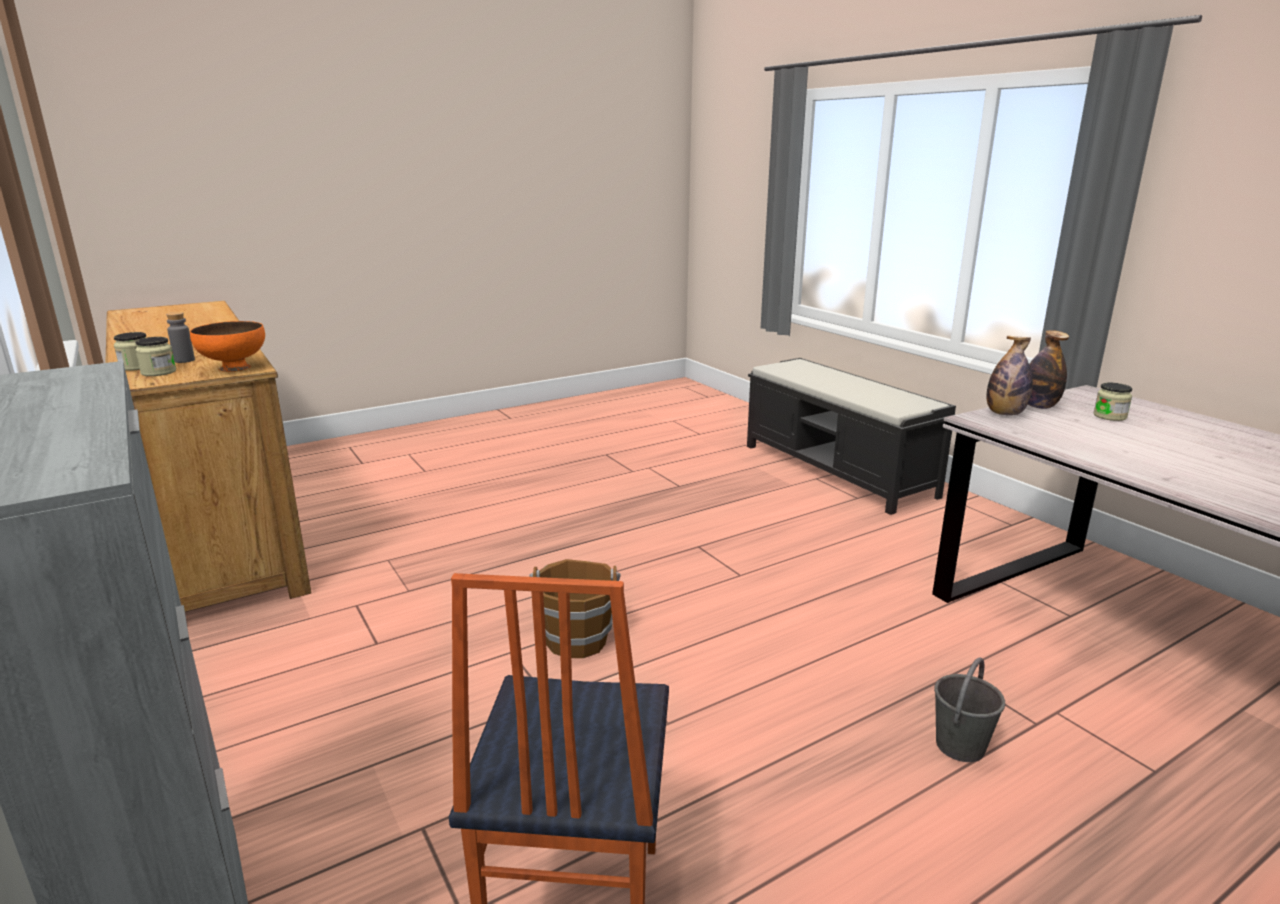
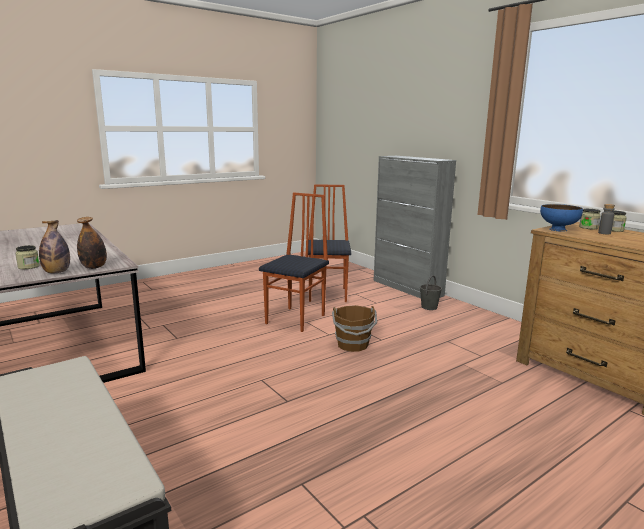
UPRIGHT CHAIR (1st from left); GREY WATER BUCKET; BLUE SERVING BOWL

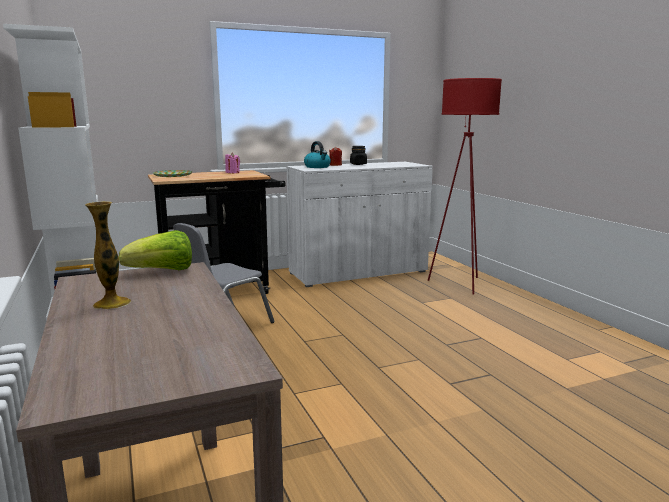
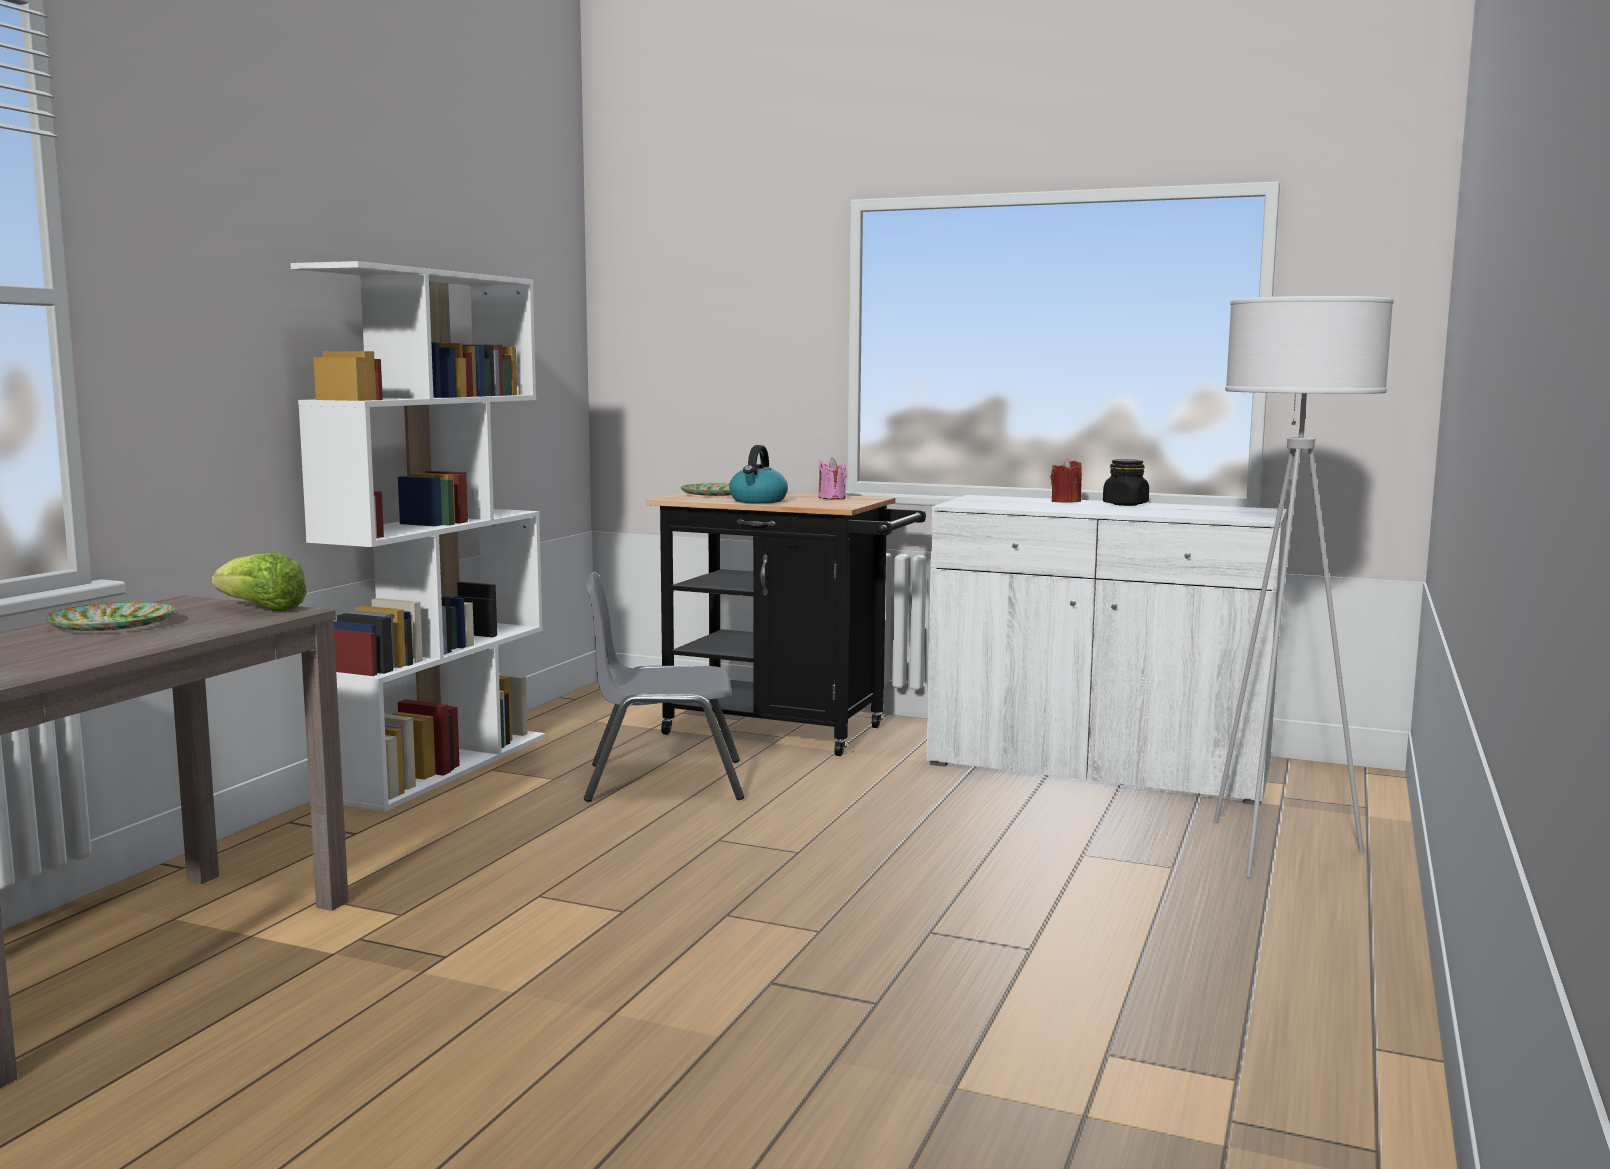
TEA KETTLE; FLAT DISH (1st from left); WHITE-COLOURED STANDARD LAMP

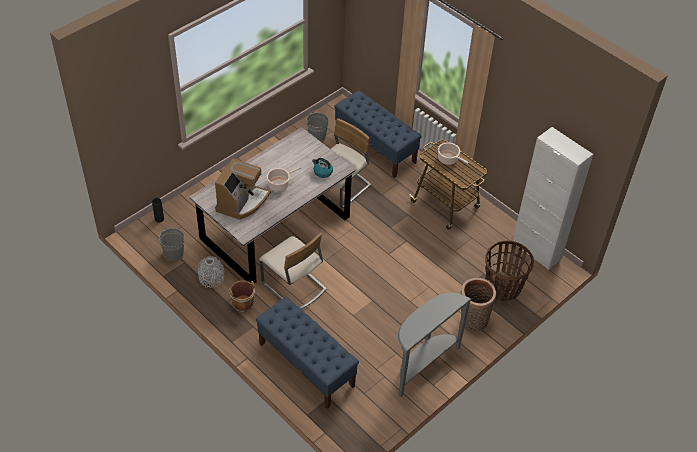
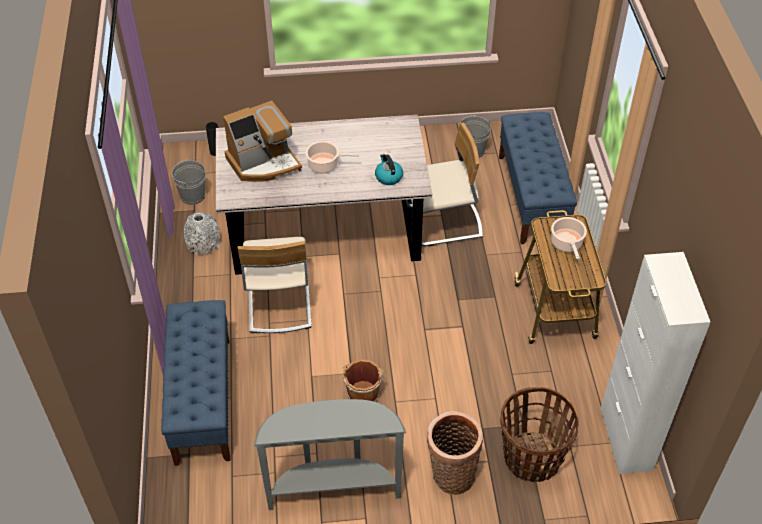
BROWN WATER BUCKET

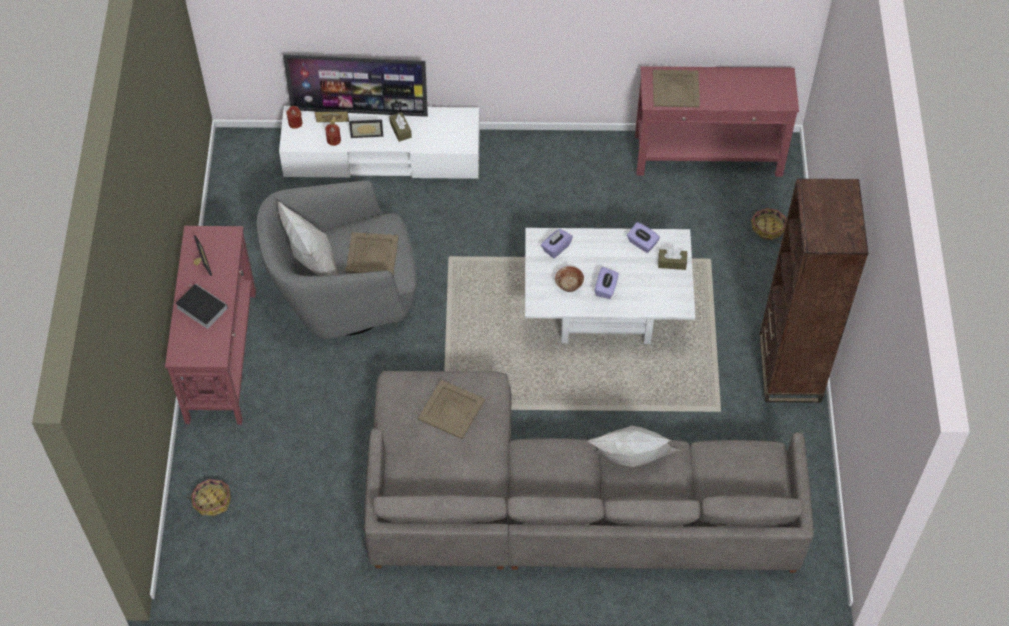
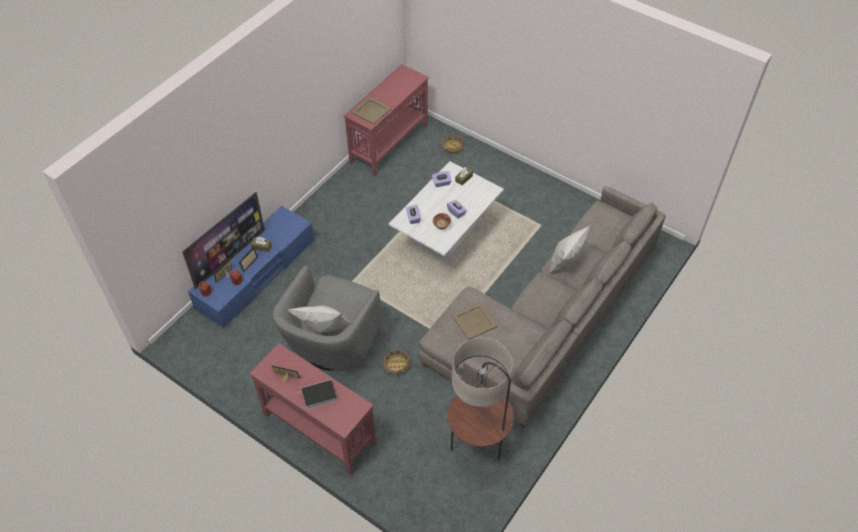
SAND-COLOURED TRAY (1st from left in the first image); BROWN SHELVING UNIT; STANDARD LAMP; STORAGE BASKET (1st from left); BLUE MEDIA CONSOLE

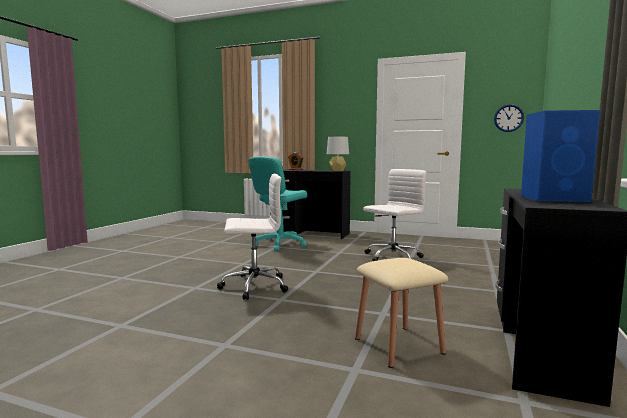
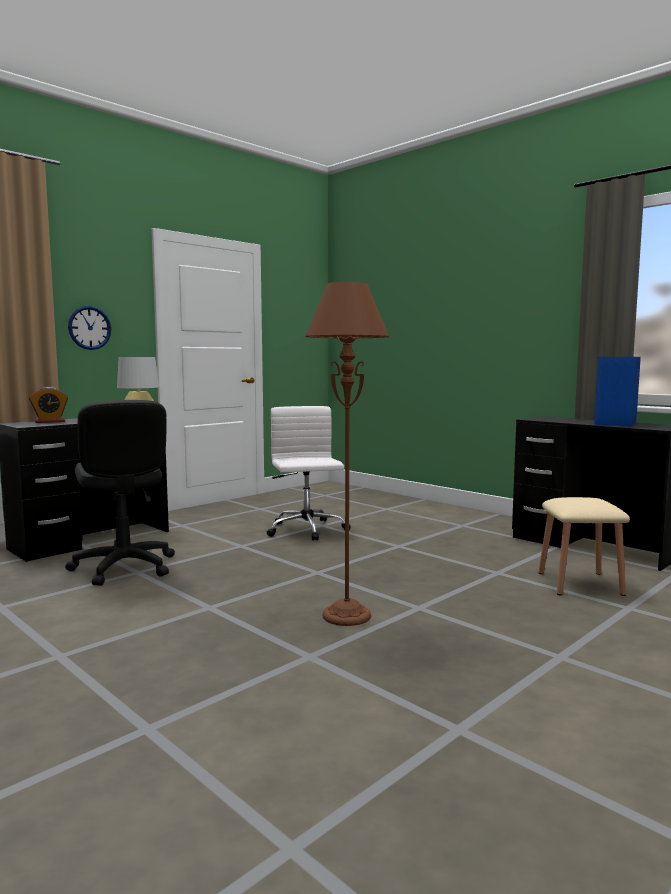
HANGING CLOCK; BROWN STANDARD LAMP; BLACKISH DESK CHAIR

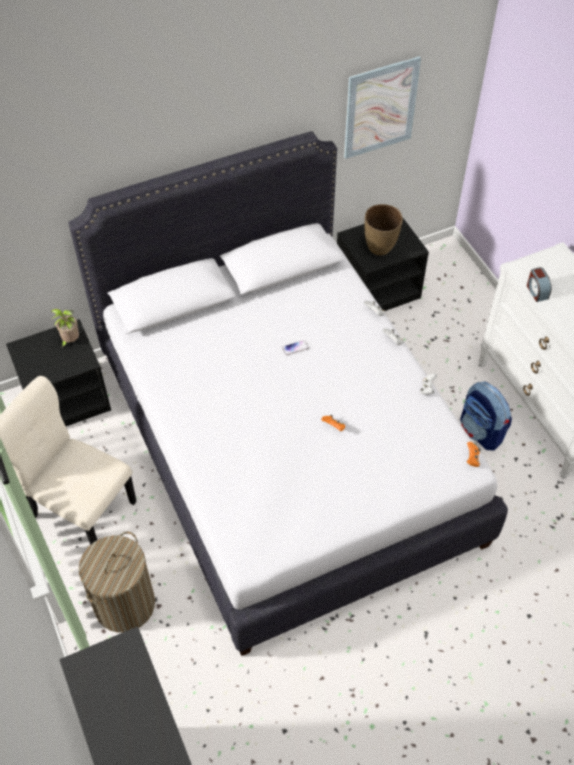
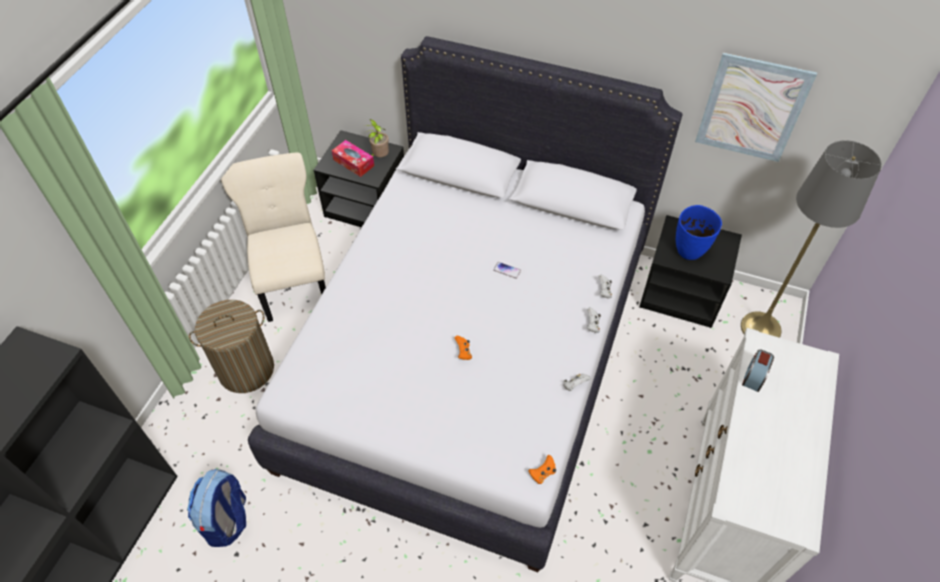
TISSUE HOLDER; GREY STANDARD LAMP; BACKPACK; BLUE DECORATIVE VASE

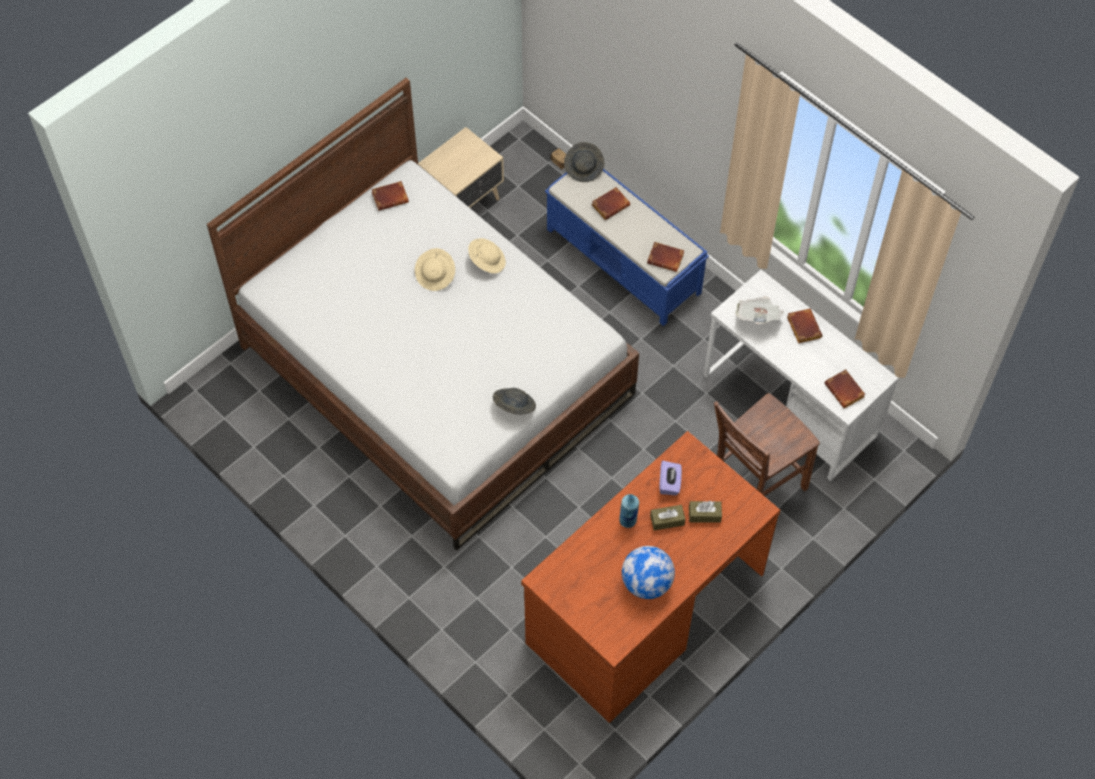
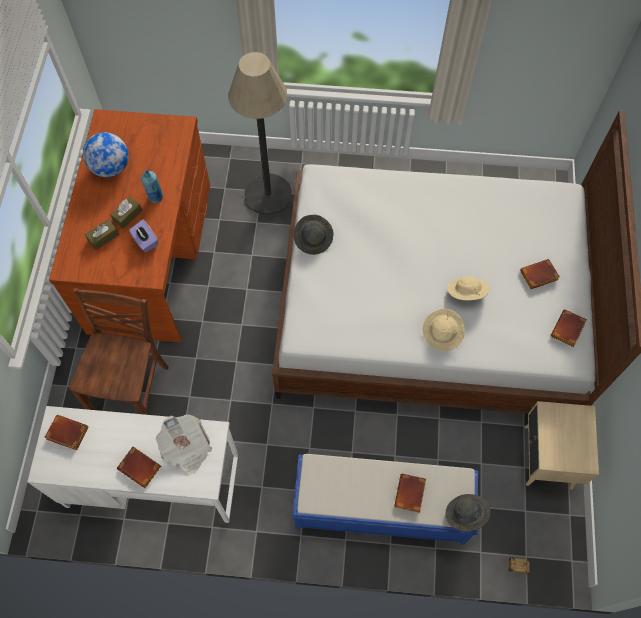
STANDARD LAMP; BROWN VOLUME (4th from left)

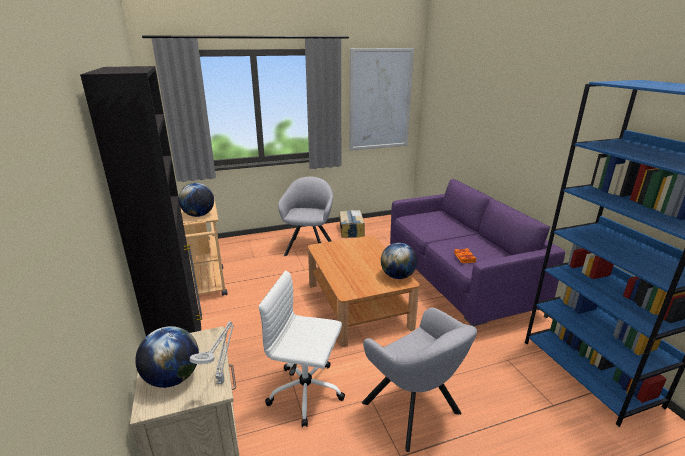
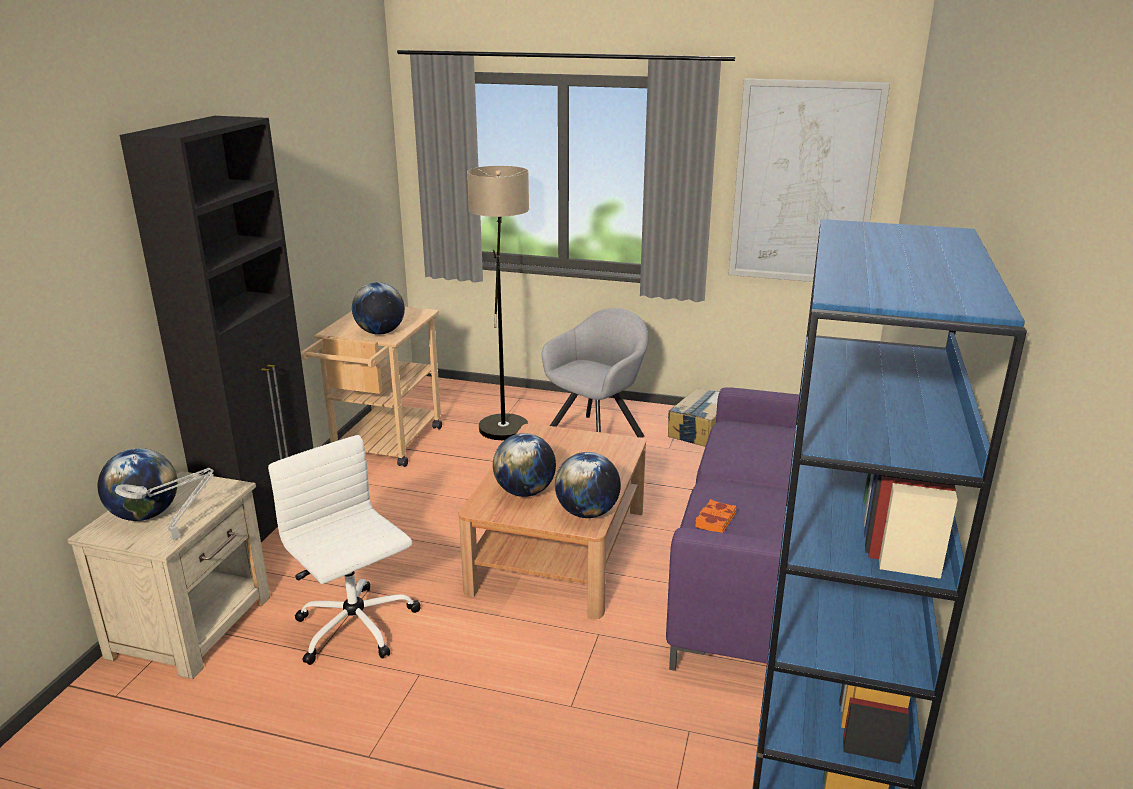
GREY ARMCHAIR (2nd from left in the first image); STANDARD LAMP; DESK GLOBE (3rd from left)

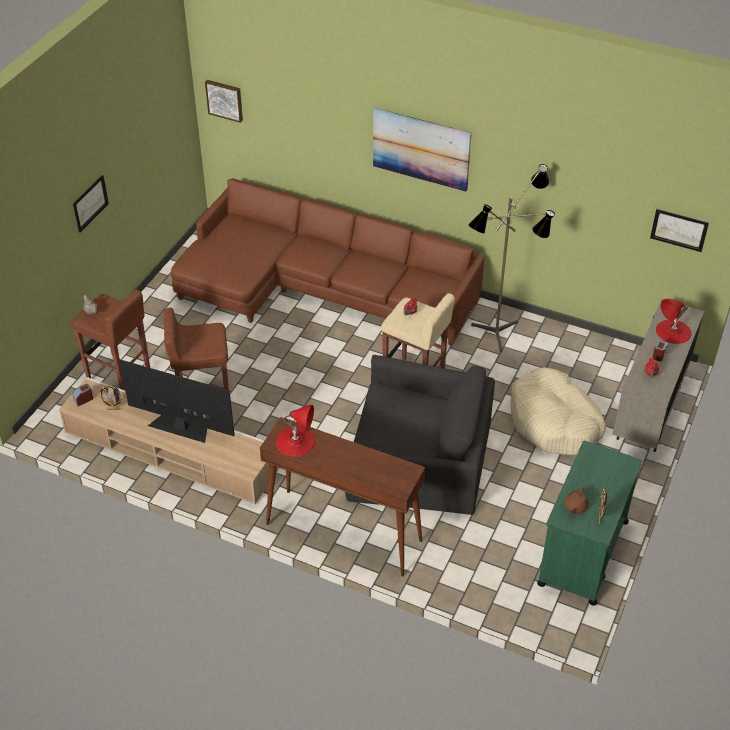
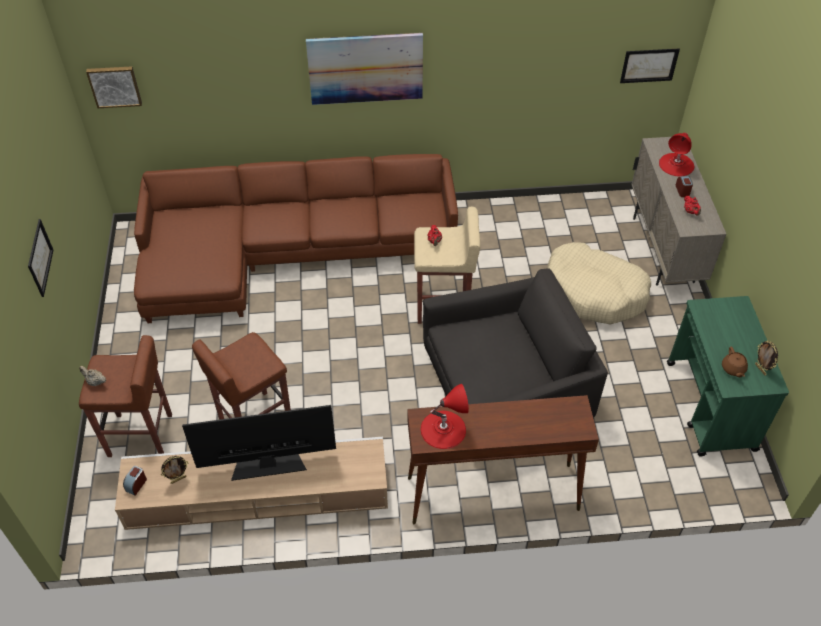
STANDARD LAMP

